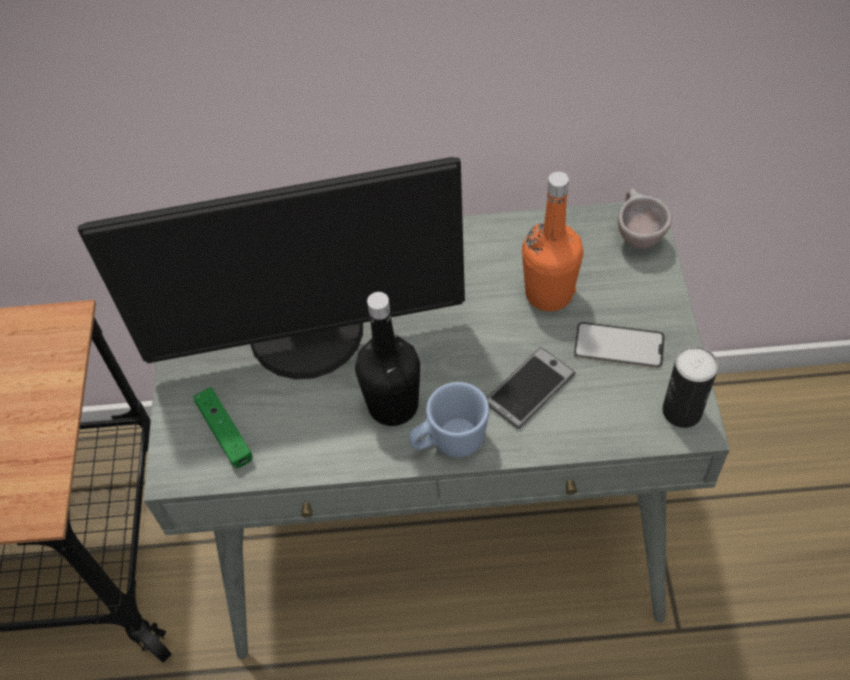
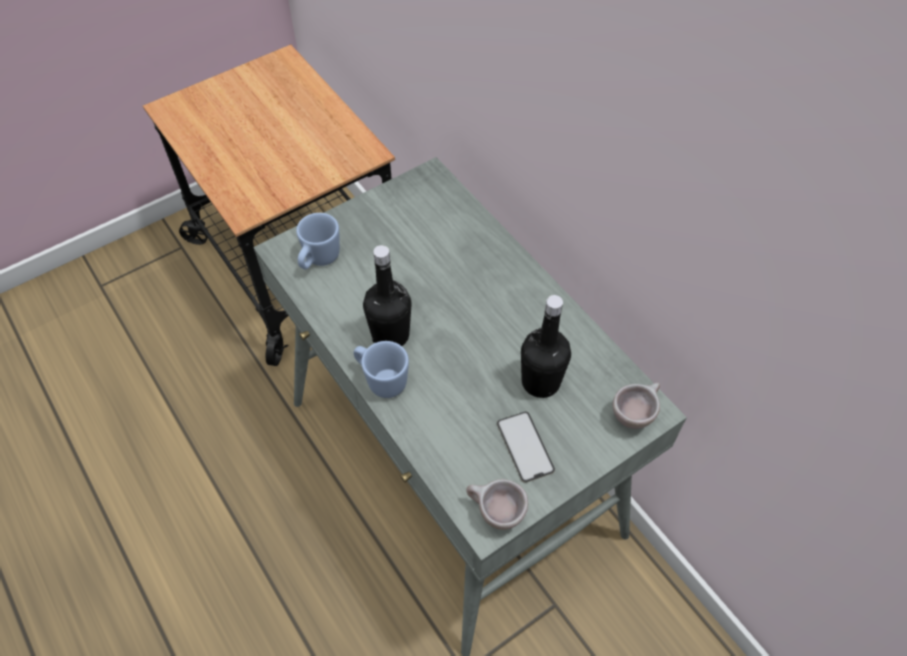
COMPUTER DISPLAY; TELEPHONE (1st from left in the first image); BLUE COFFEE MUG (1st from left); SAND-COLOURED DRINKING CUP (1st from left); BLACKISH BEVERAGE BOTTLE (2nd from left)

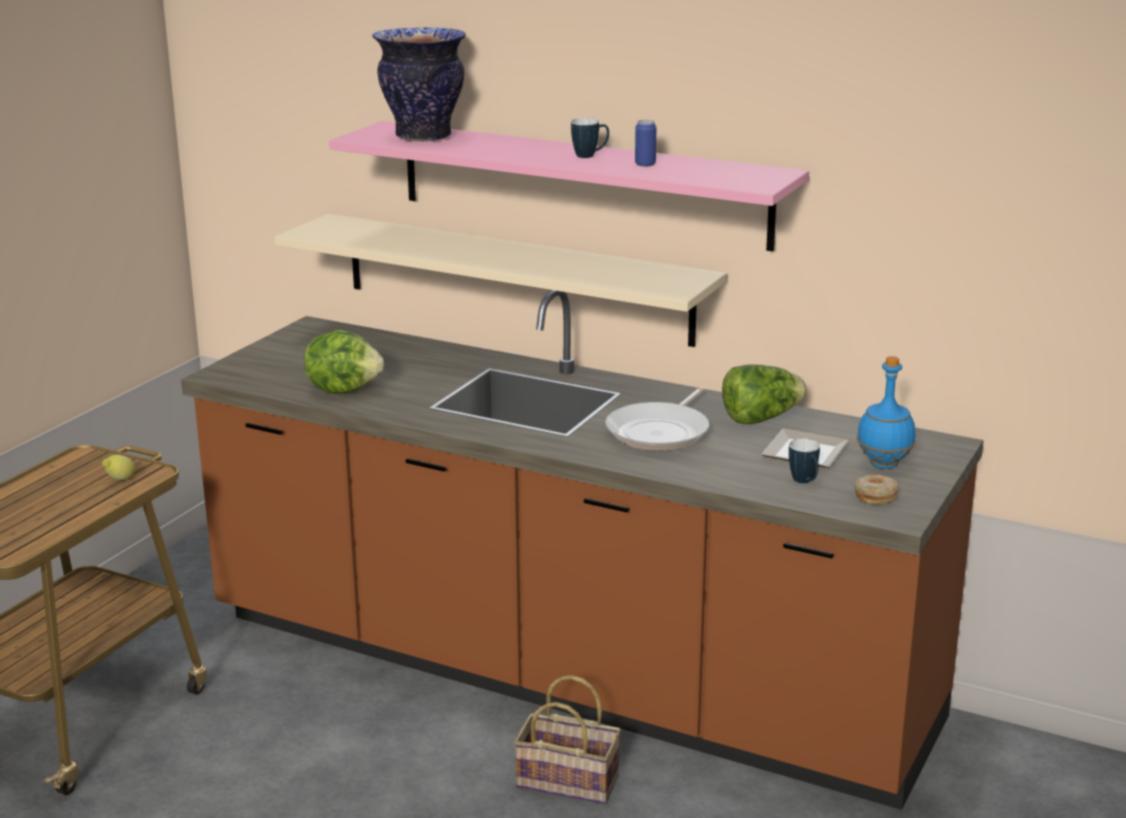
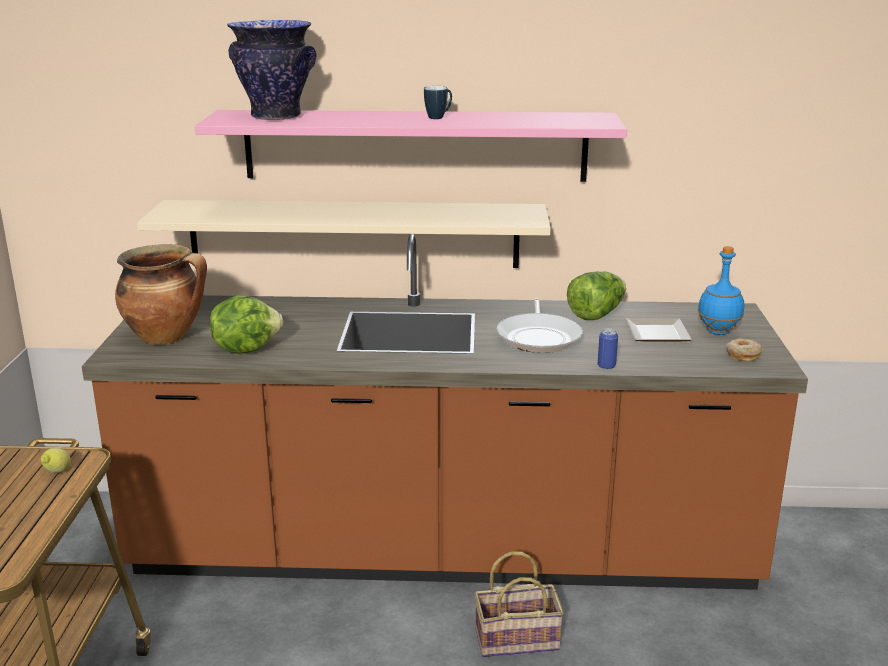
COFFEE MUG (2nd from left in the first image); STOCKPOT; SEALED CAN

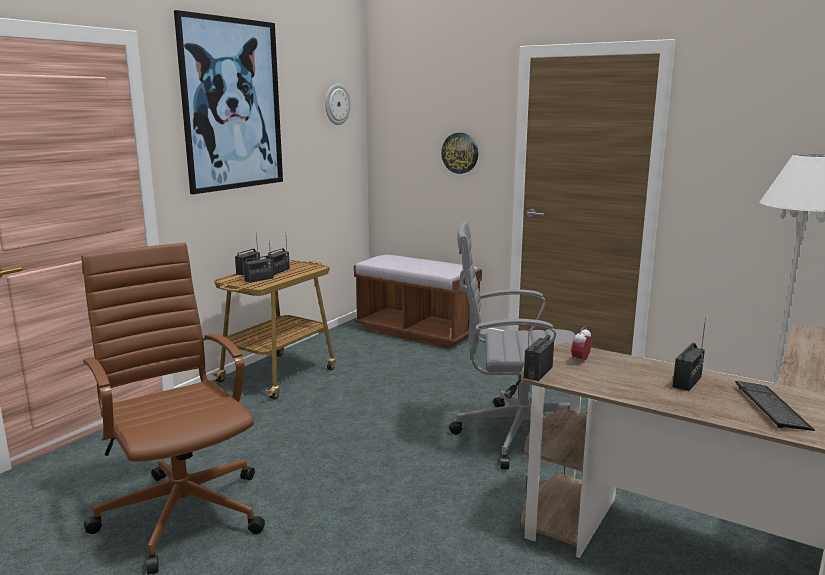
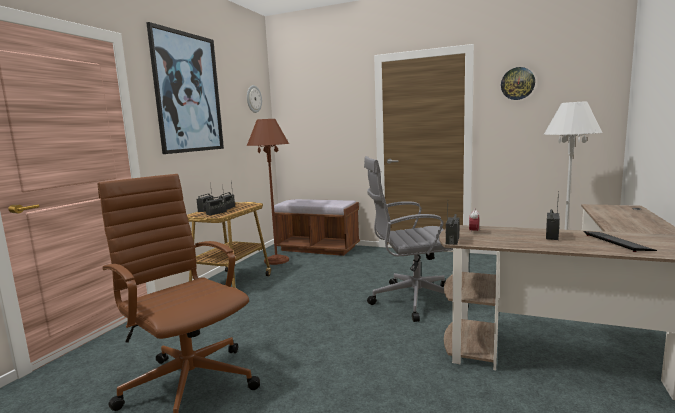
BROWN STANDARD LAMP; HANGING CLOCK (2nd from left)

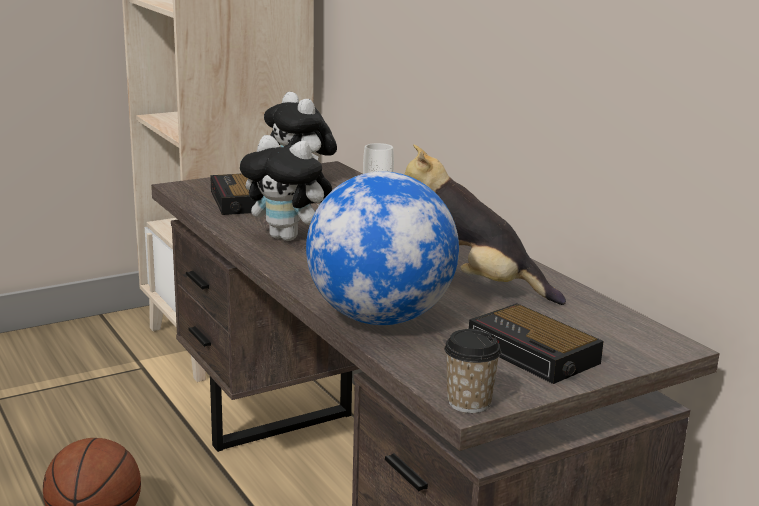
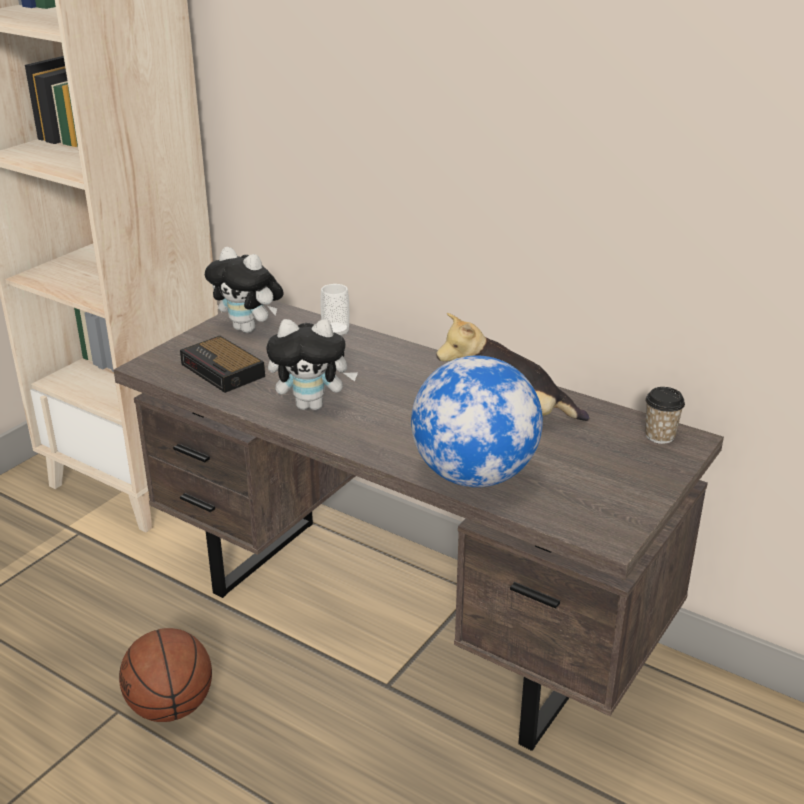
BEDSIDE CLOCK (2nd from left in the first image); DRINKING CUP (2nd from left)

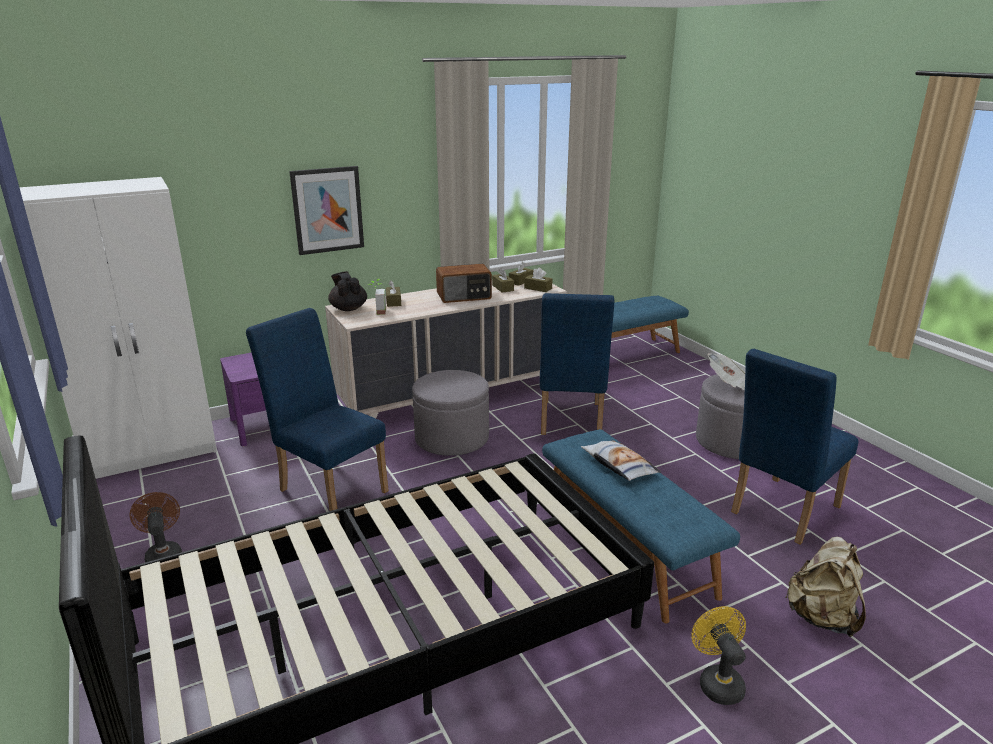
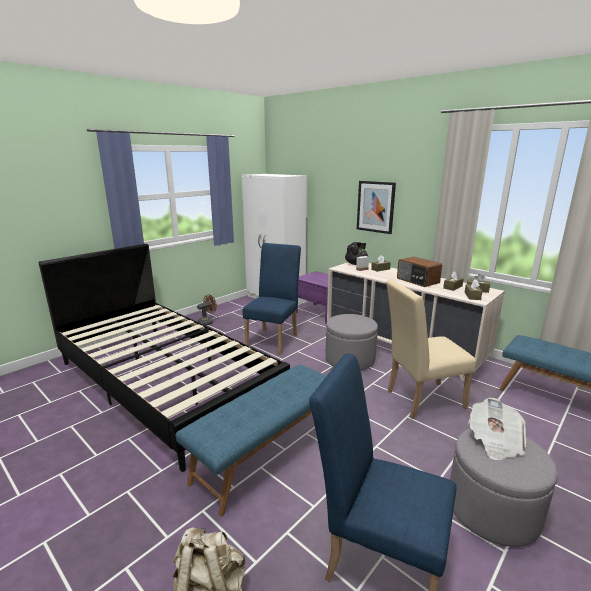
PILLOW; YELLOW ELECTRIC FAN; SAND-COLOURED UPRIGHT CHAIR

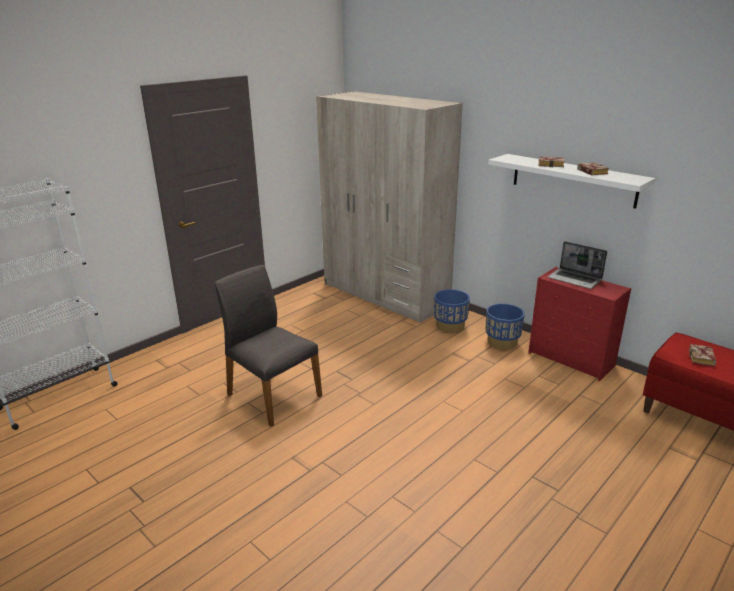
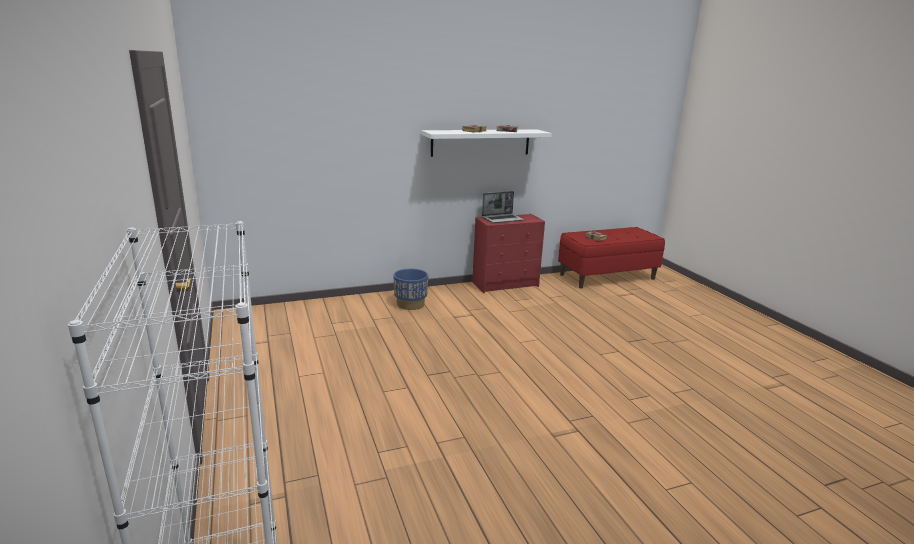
GREY UPRIGHT CHAIR; SAND-COLOURED CLOTHES CUPBOARD; BLUE PLANTER (2nd from left in the first image)

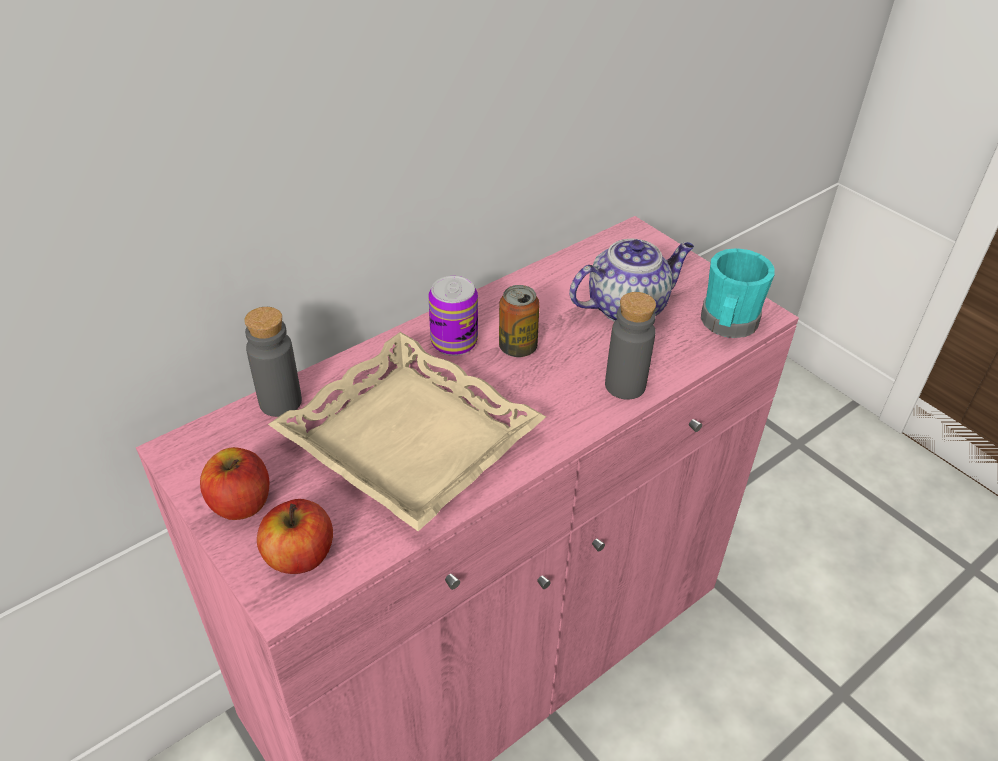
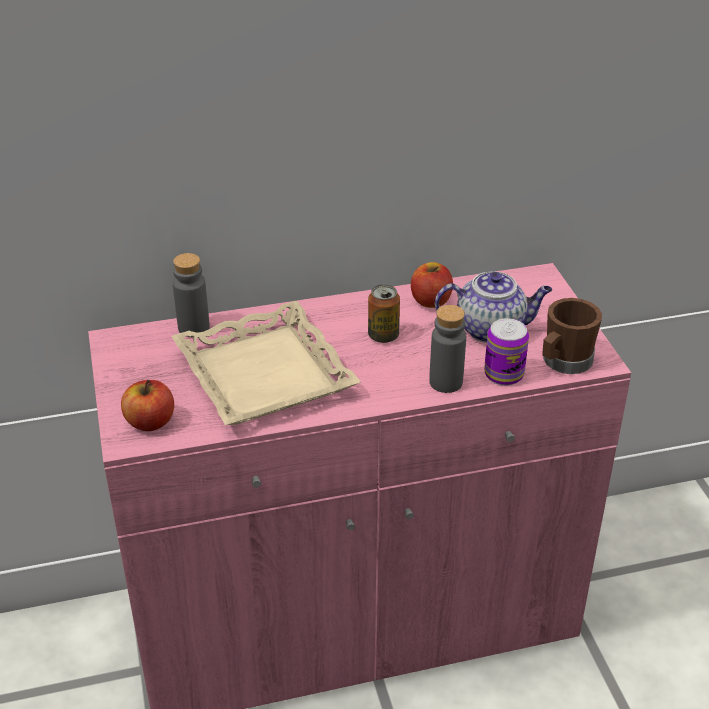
APPLE FRUIT (2nd from left); SEALED CAN (2nd from left); BROWN COFFEE MUG

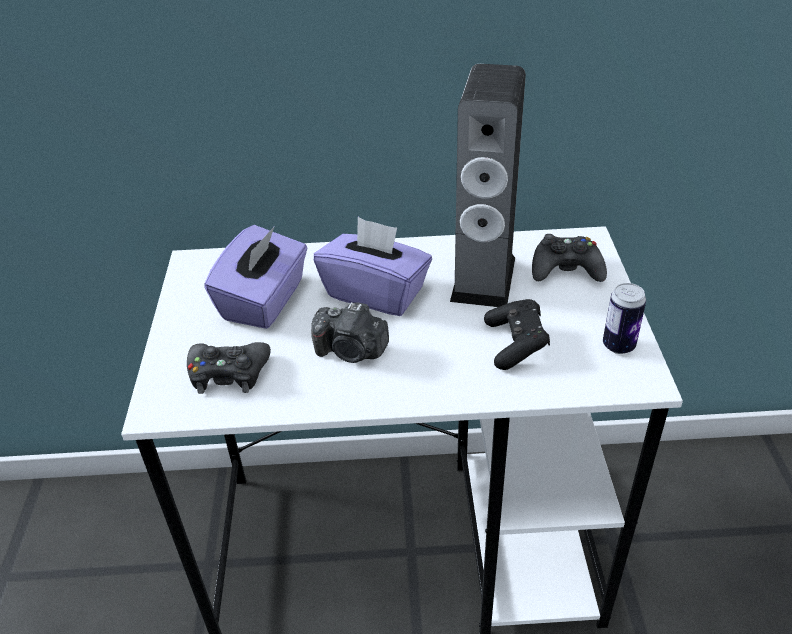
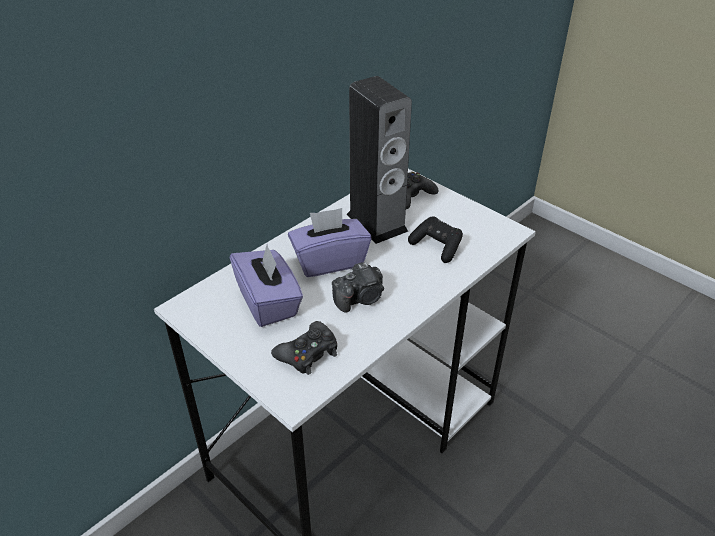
SEALED CAN

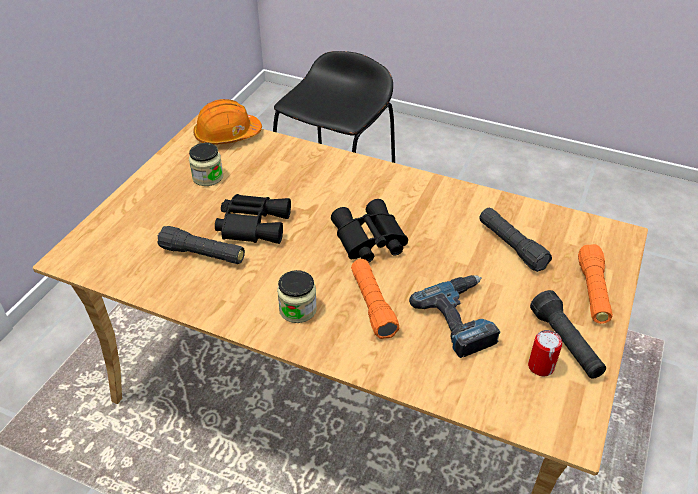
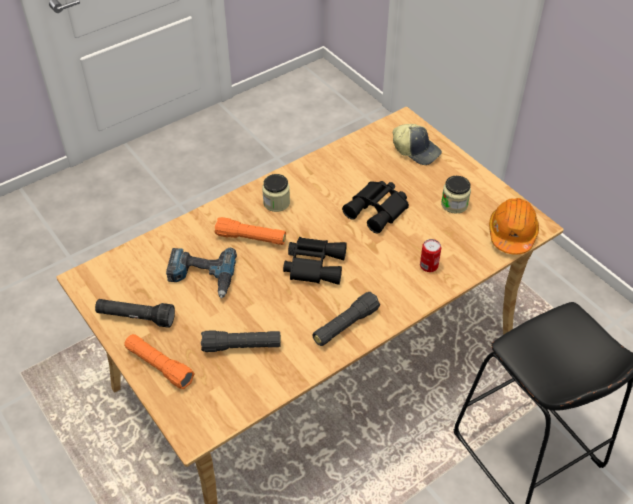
CAP; BLACKISH HAND TORCH (3rd from left); SEALED CAN

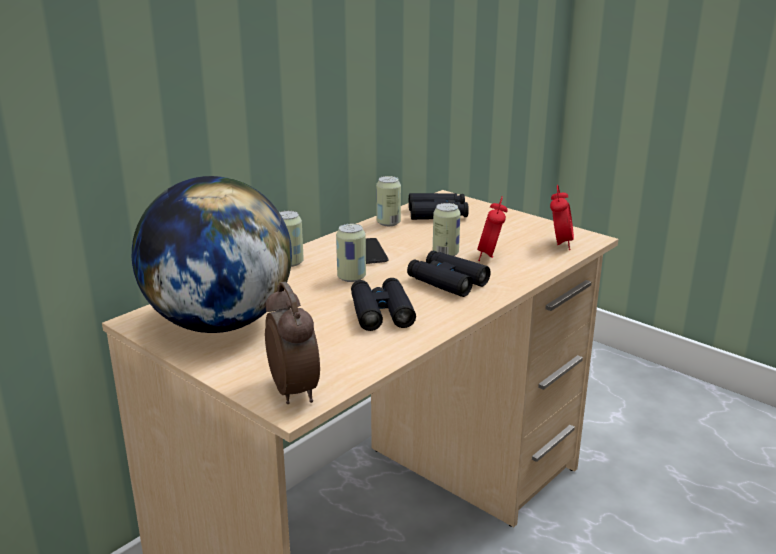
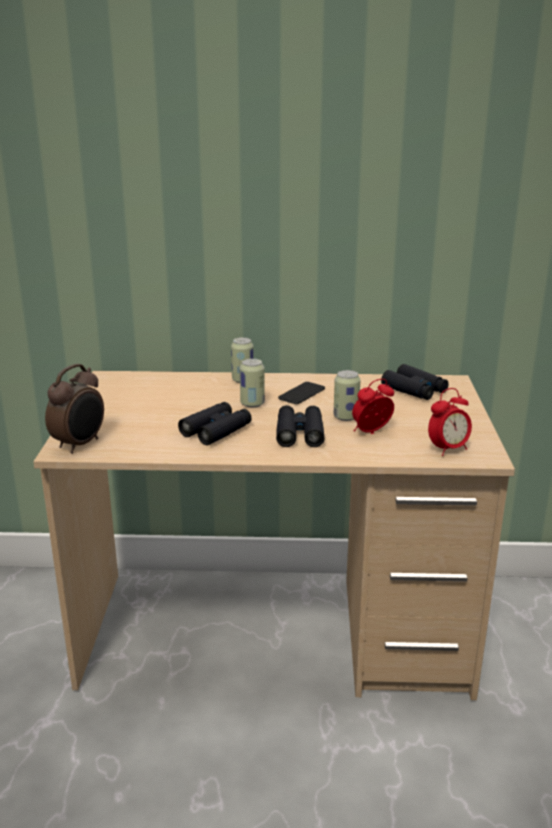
DESK GLOBE; SEALED CAN (3rd from left in the first image)

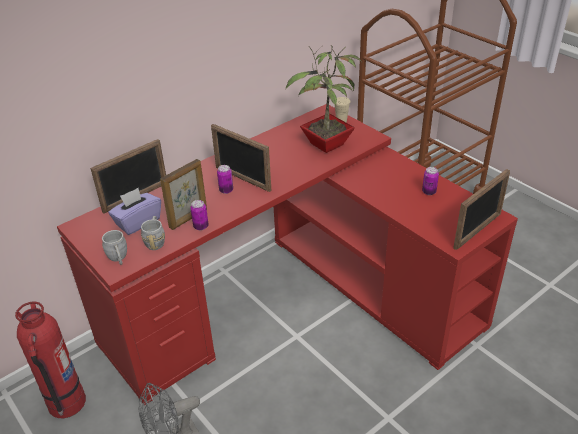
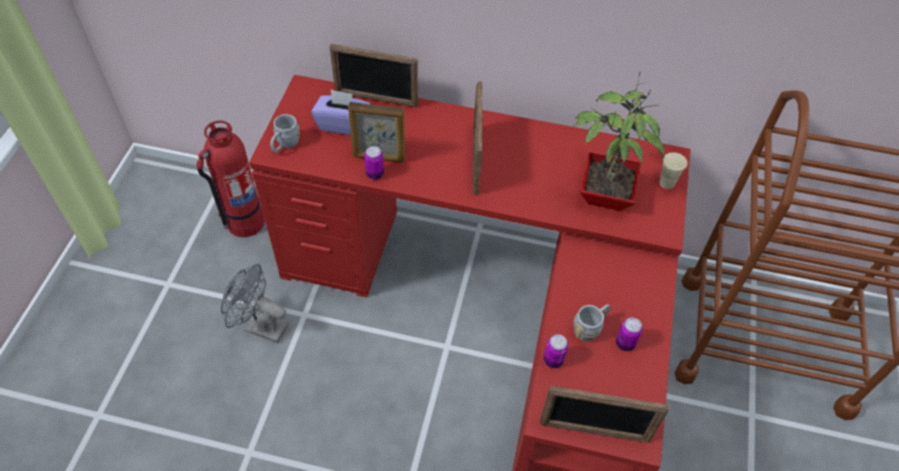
GREY COFFEE MUG (2nd from left); SEALED CAN (2nd from left)

